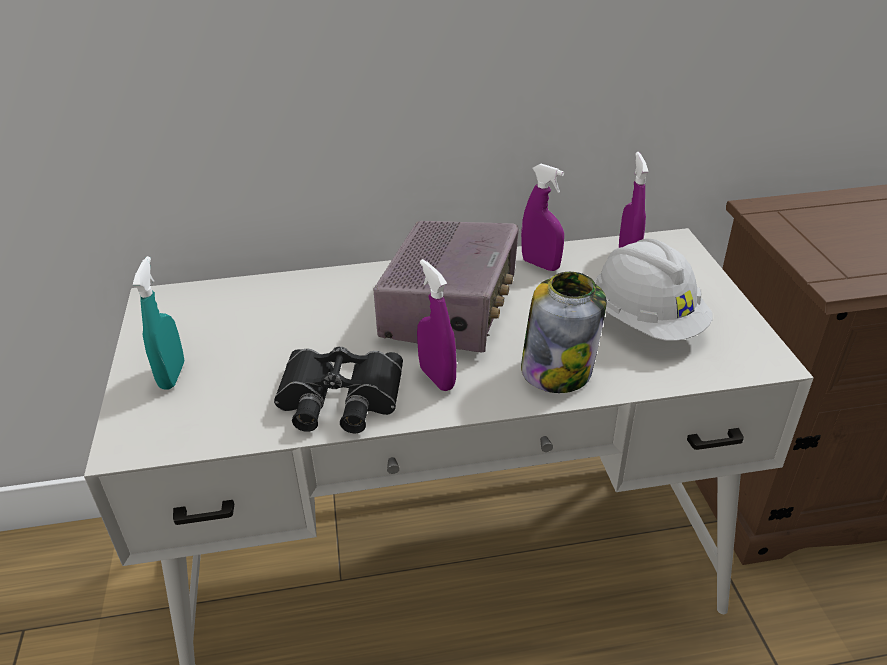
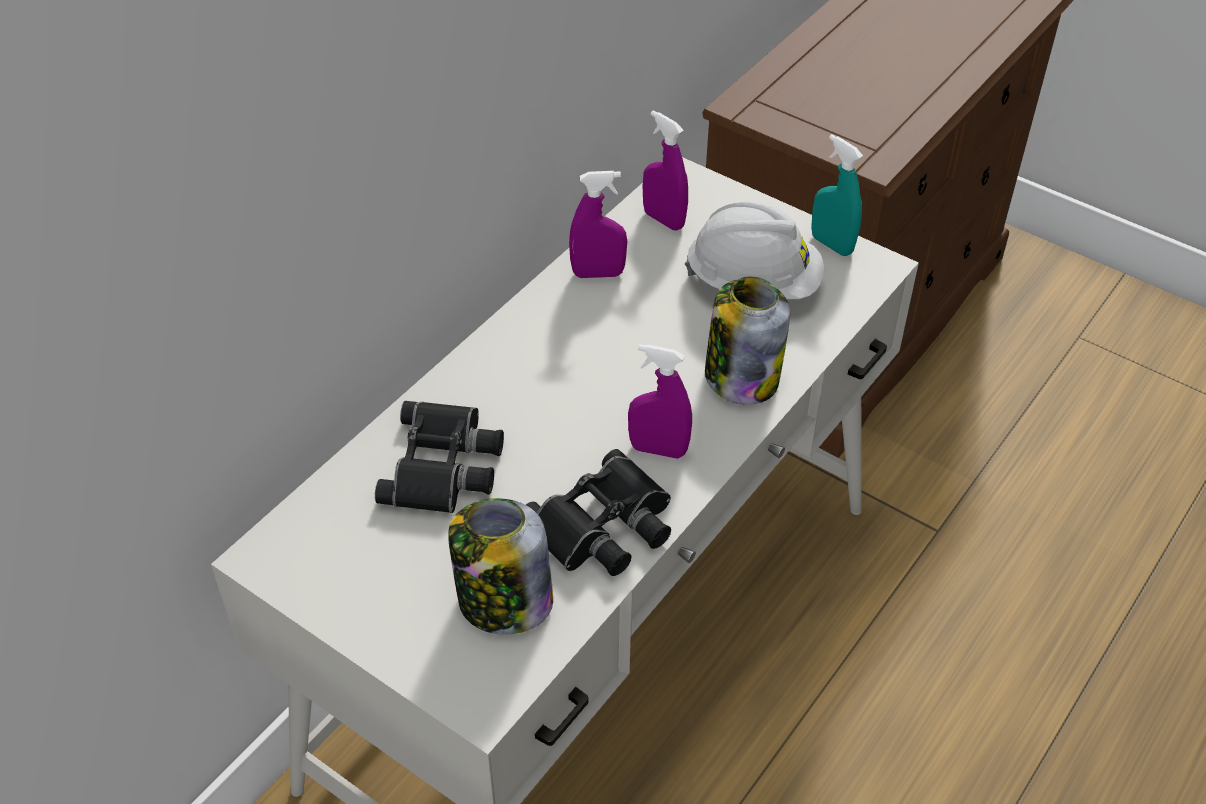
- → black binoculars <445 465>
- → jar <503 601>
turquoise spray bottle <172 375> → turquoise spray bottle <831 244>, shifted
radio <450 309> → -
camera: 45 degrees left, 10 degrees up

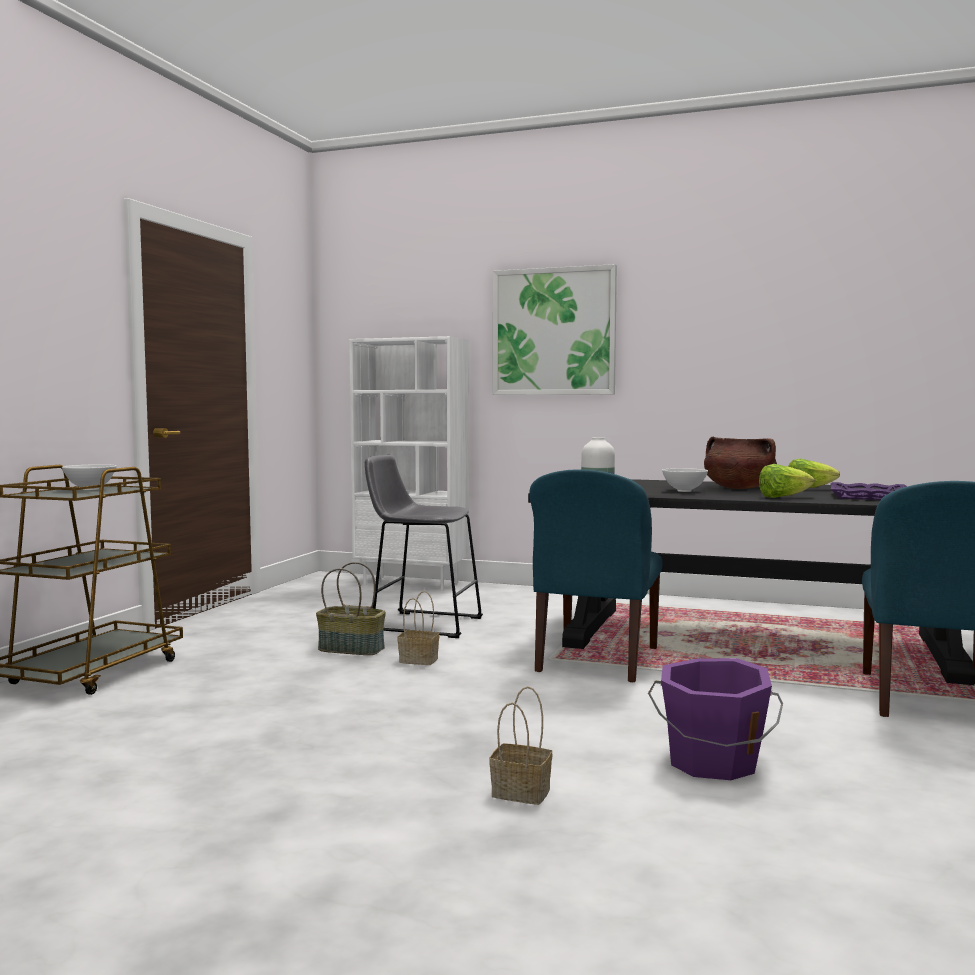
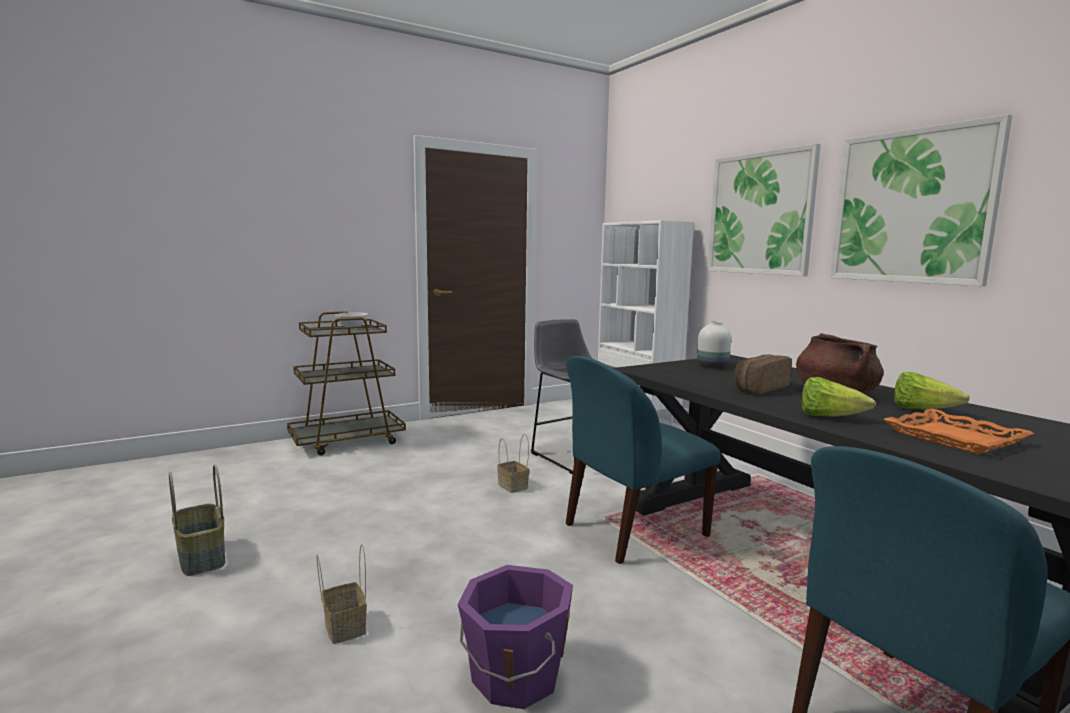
basket <352 649> → basket <203 557>, shifted
white bowl <684 491> → bread <758 388>
- → picture <911 207>
purple tray <868 497> → orange tray <953 438>
camera: 40 degrees right, 5 degrees up

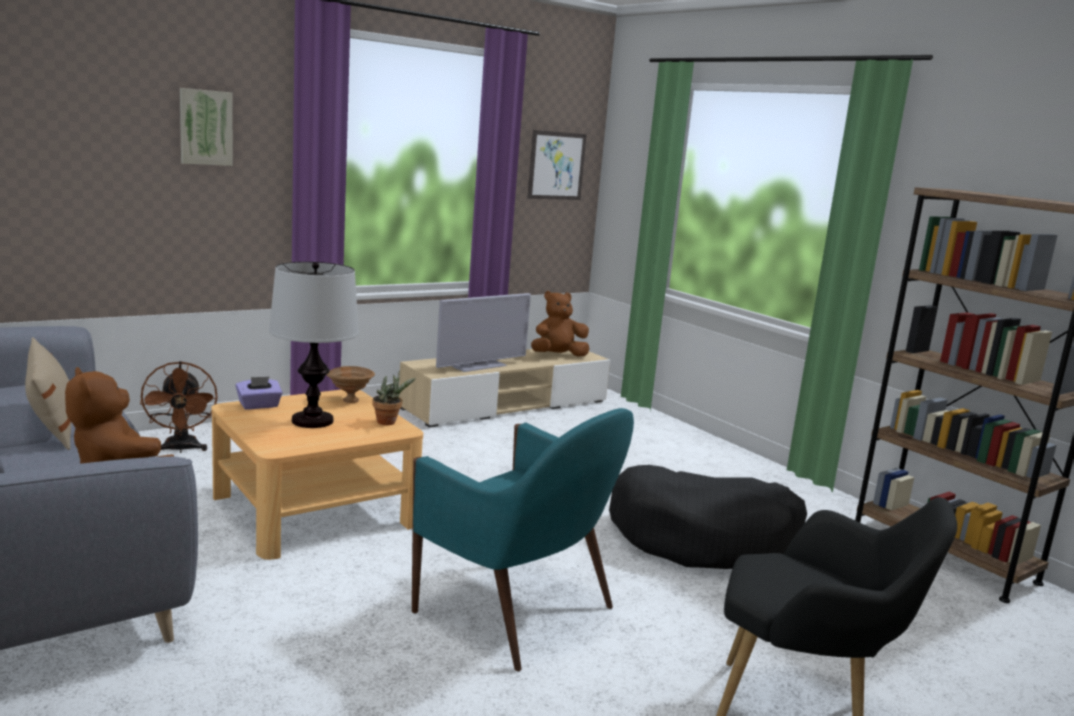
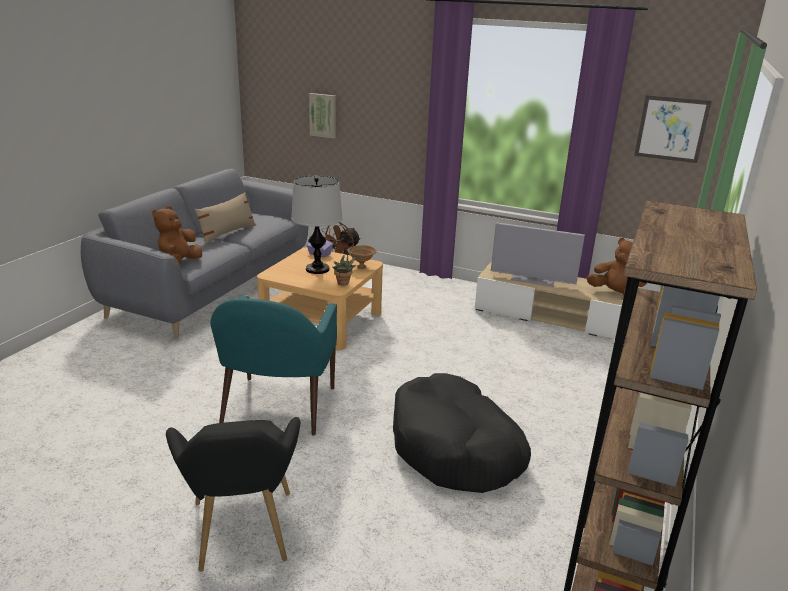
picture <205 127> → picture <323 115>, shifted
camera: 60 degrees right, 10 degrees up

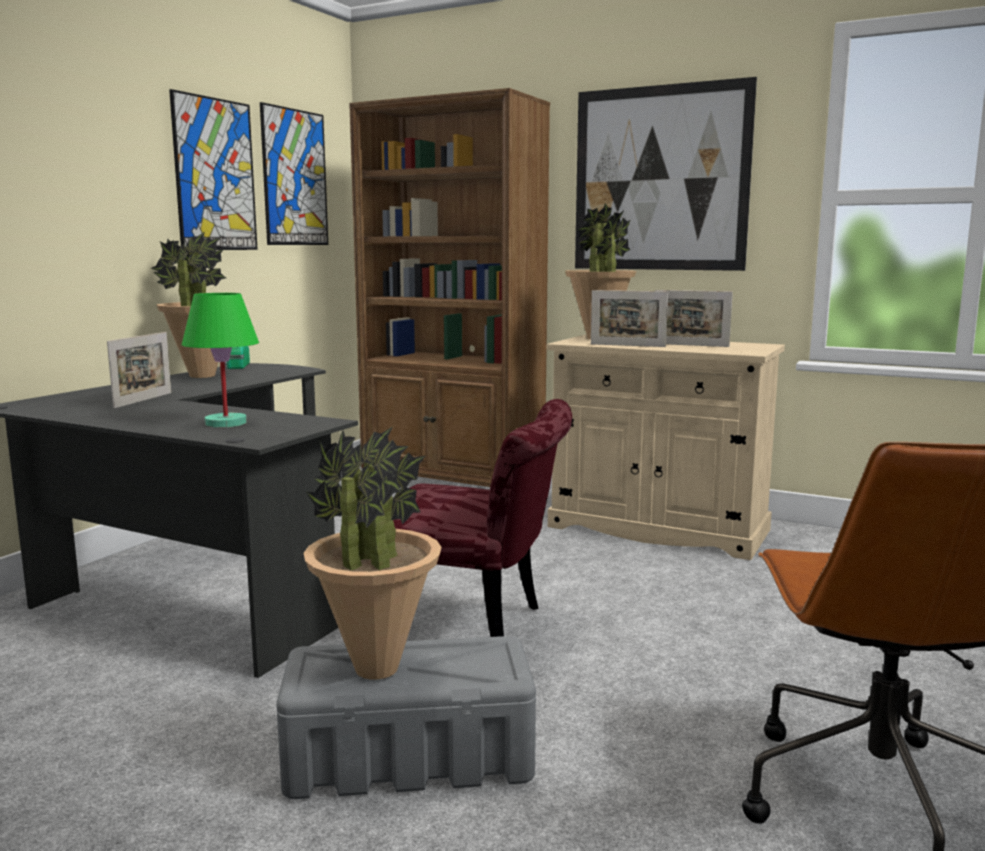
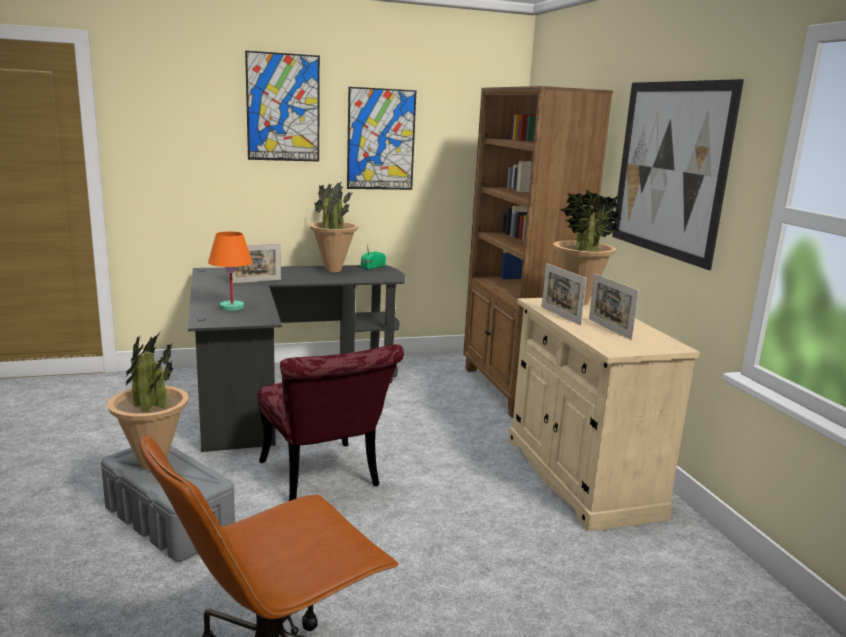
green table lamp <225 423> → orange table lamp <231 307>
picture <295 178> → picture <283 108>, shifted
camera: 45 degrees right, 5 degrees up

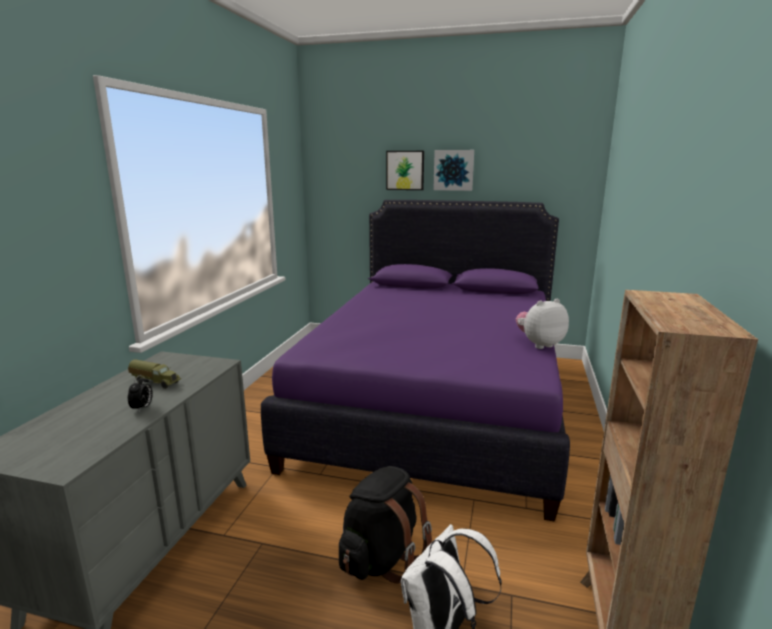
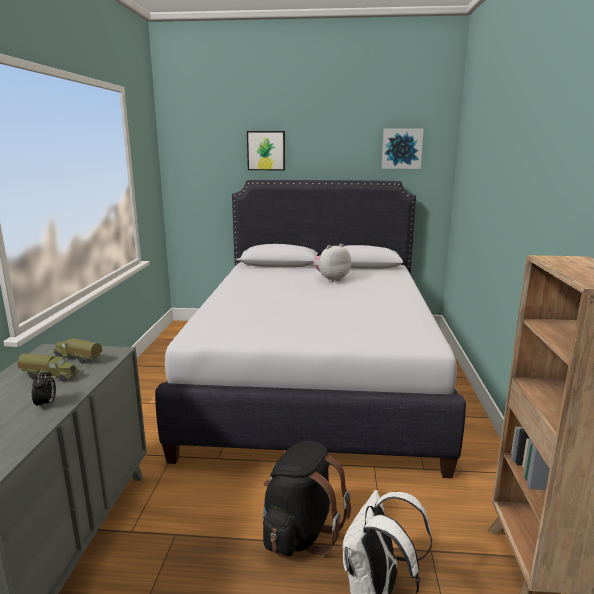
- → toy truck <78 358>
purple bed <435 403> → white bed <314 378>
plush toy <539 344> → plush toy <331 279>, shifted
picture <453 170> → picture <401 148>, shifted
camera: 10 degrees left, 0 degrees up

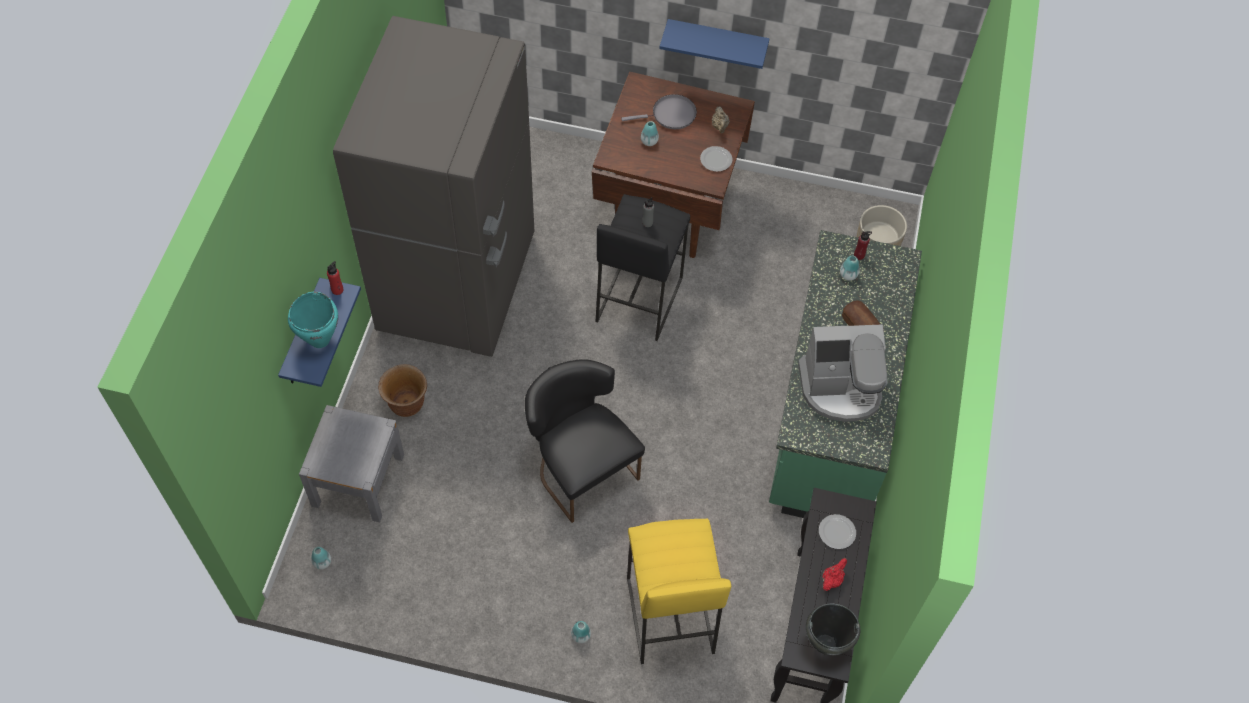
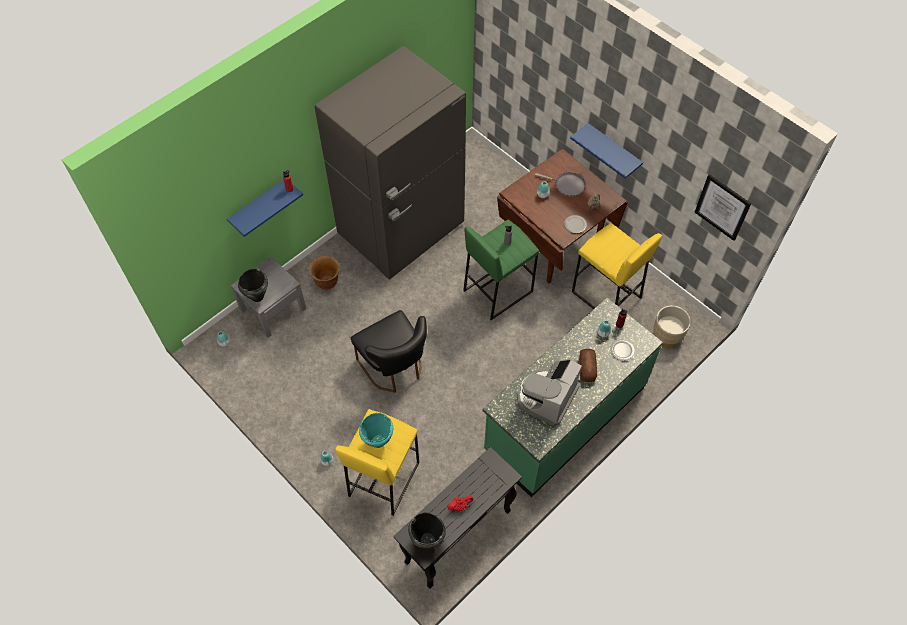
- → black cooking pot <257 297>
black chair <580 468> → black chair <394 368>, 150 degrees clockwise
turquoise cooking pot <319 340> → turquoise cooking pot <377 441>, shifted
black stool <638 299> → green stool <497 290>
coffee machine <840 388> → coffee machine <546 397>, 90 degrees clockwise
- → yellow stool <605 295>
plate <837 532> → plate <622 350>, shifted
- → picture <722 207>
camera: 35 degrees right, 0 degrees up

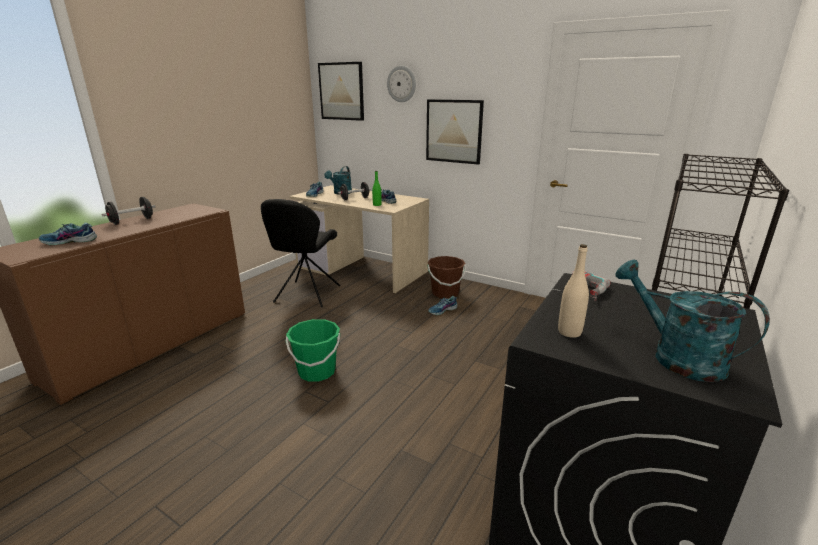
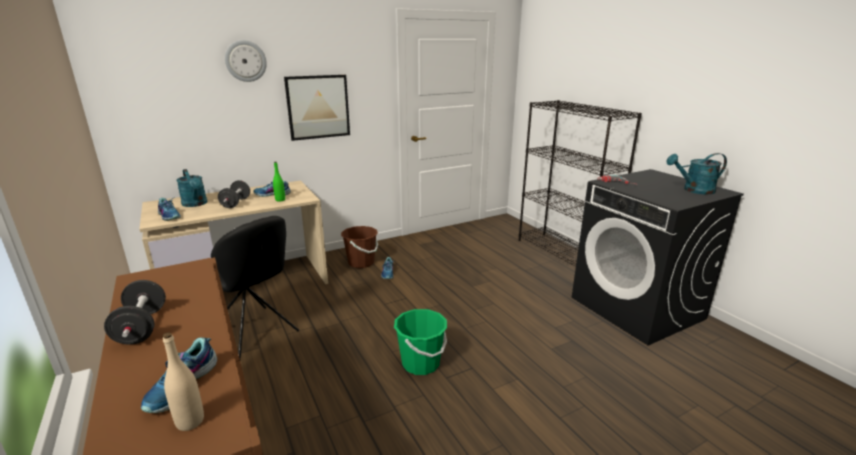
beige bottle <569 332> → beige bottle <190 421>, shifted
picture <341 91> → -
camera: 60 degrees left, 0 degrees up

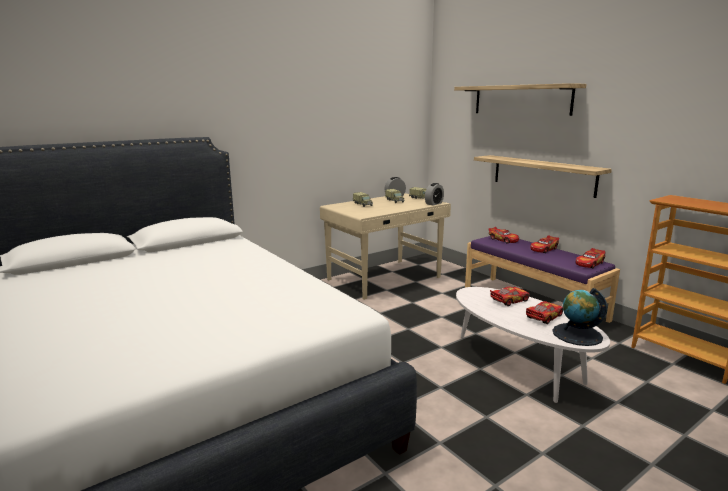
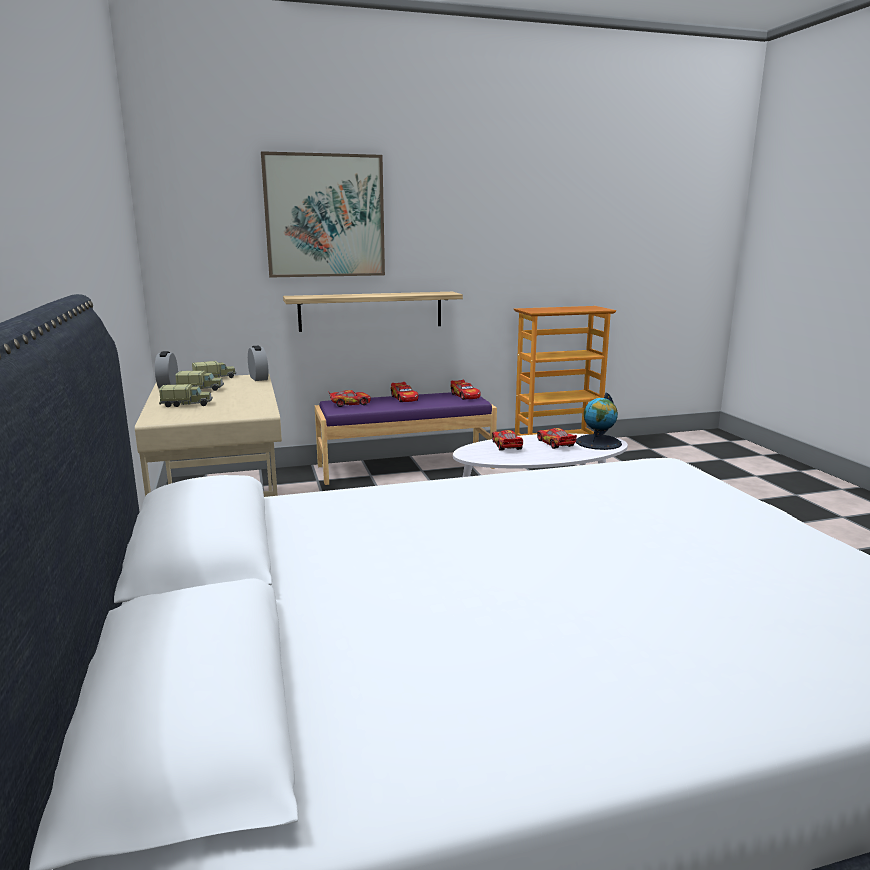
shelf <521 100> → picture <325 216>
camera: 70 degrees left, 0 degrees up

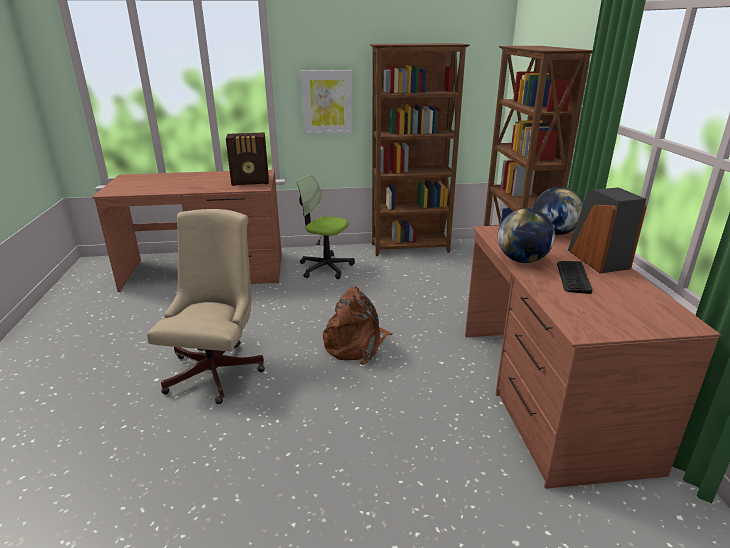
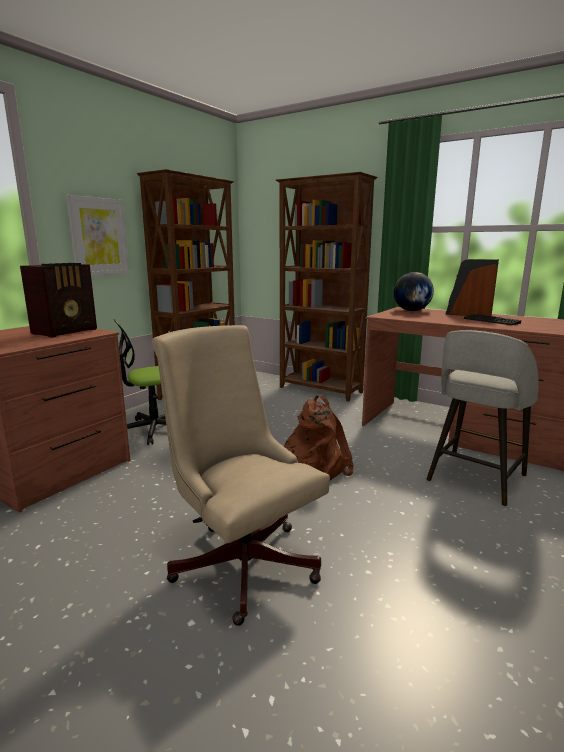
- → grey stool <475 479>
globe <522 260> → -
camera: 50 degrees left, 10 degrees down

